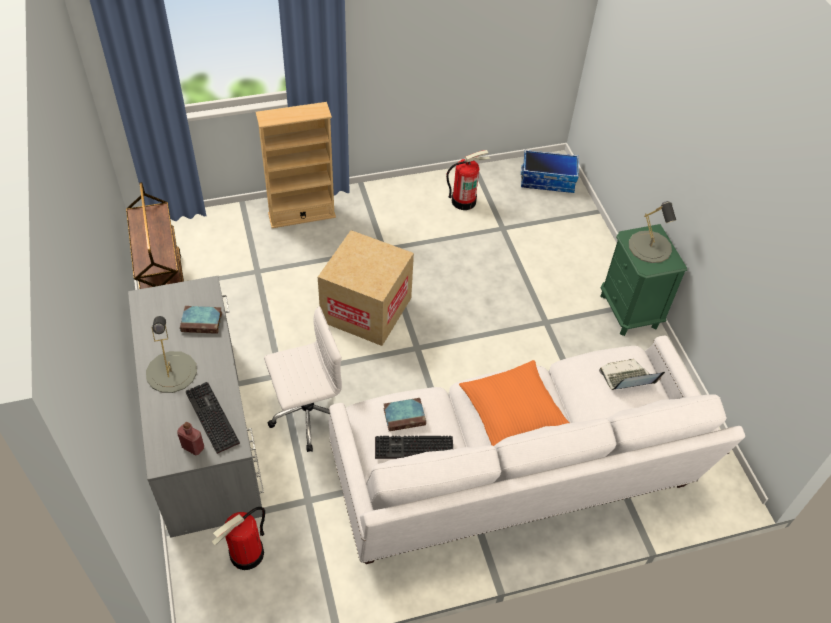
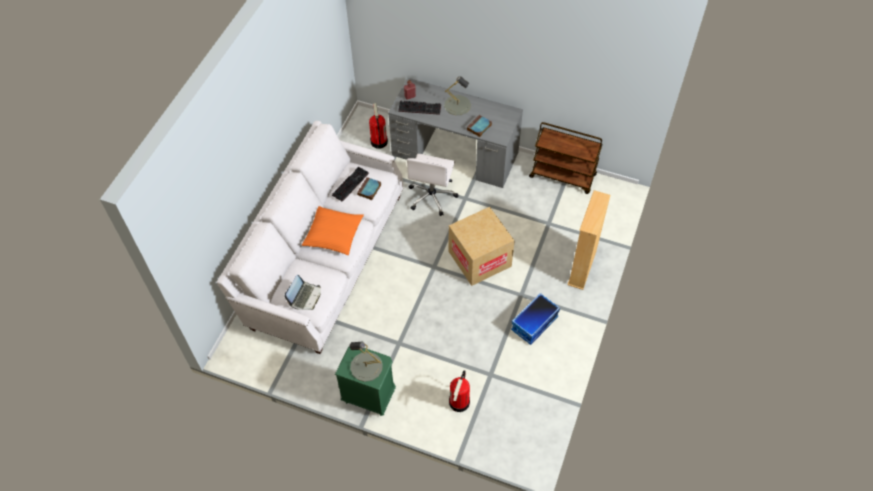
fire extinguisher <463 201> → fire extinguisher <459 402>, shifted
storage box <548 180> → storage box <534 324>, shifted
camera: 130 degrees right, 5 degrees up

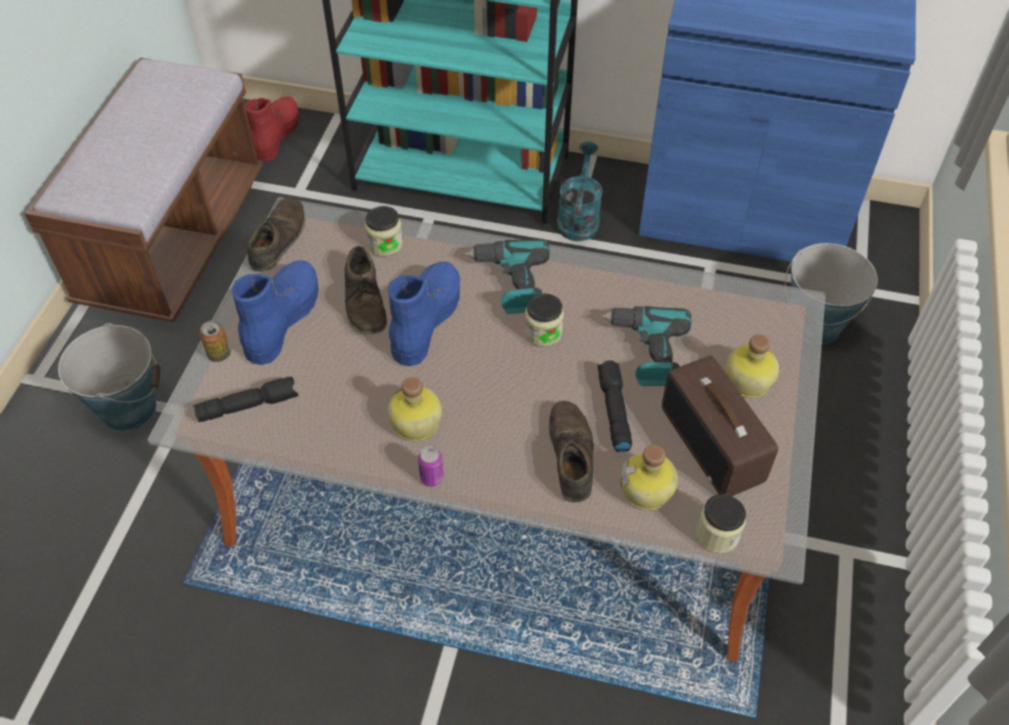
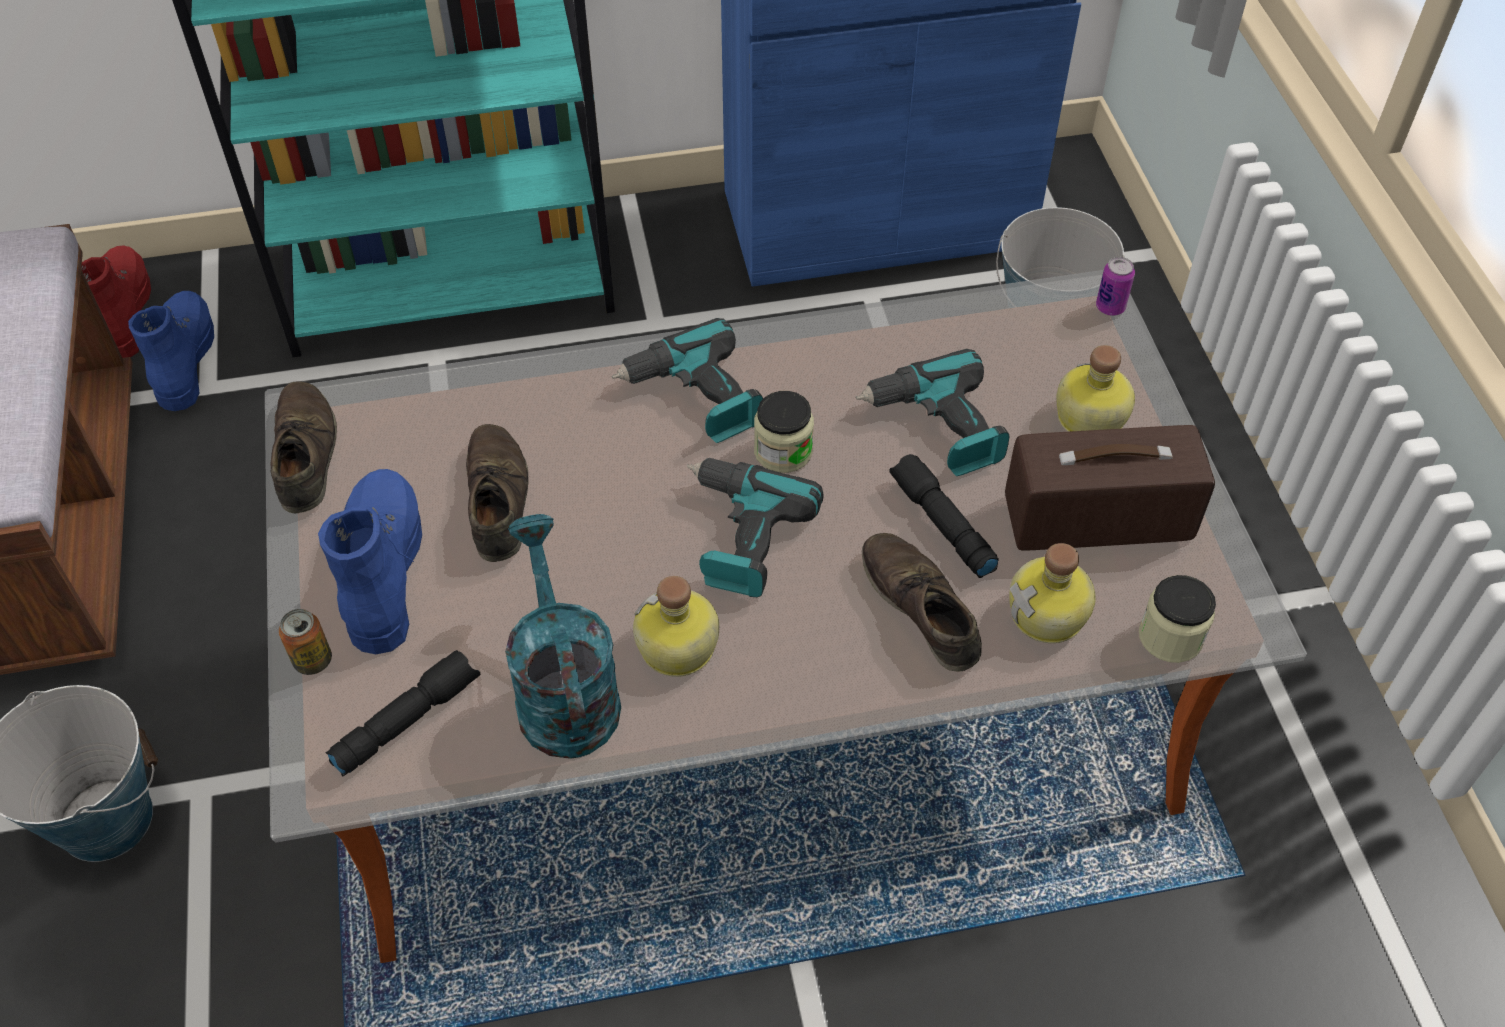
blue boot <425 320> → blue boot <184 360>, shifted
brown shoe <365 301> → brown shoe <497 499>, 150 degrees counterclockwise
turquoise watering can <578 218> → turquoise watering can <563 690>, shifted
- → power drill <740 536>
radio <713 444> → radio <1097 520>, 135 degrees clockwise
can <432 478> → can <1110 307>, shifted
jar <385 244> → -
camera: 25 degrees left, 0 degrees up

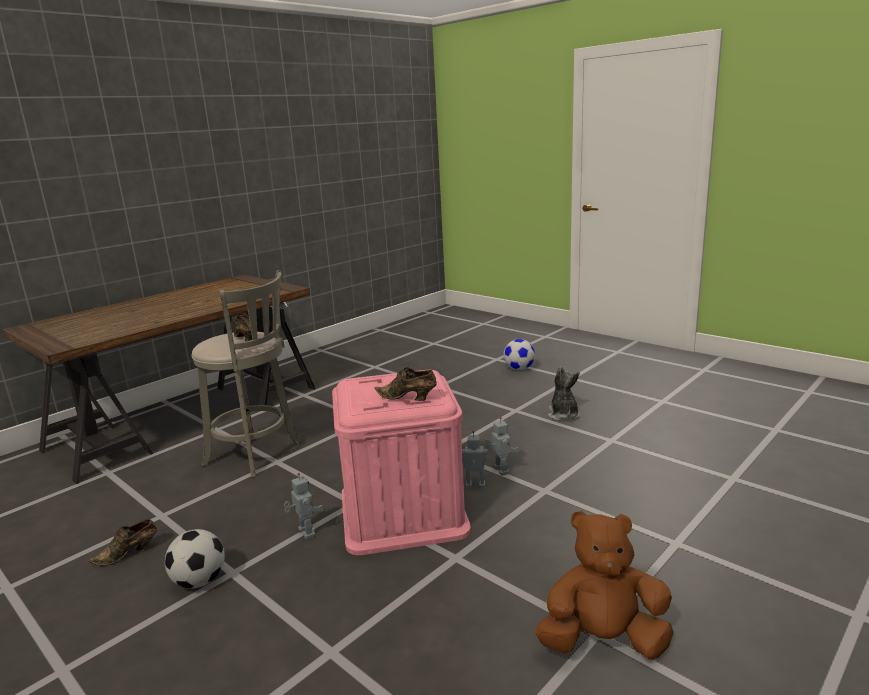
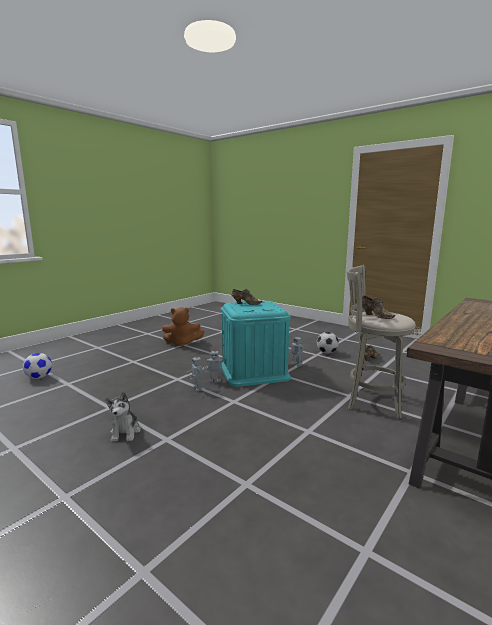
football <519 369> → football <39 377>, shifted
pink storage box <403 511> → turquoise storage box <253 371>
camera: 175 degrees right, 5 degrees down

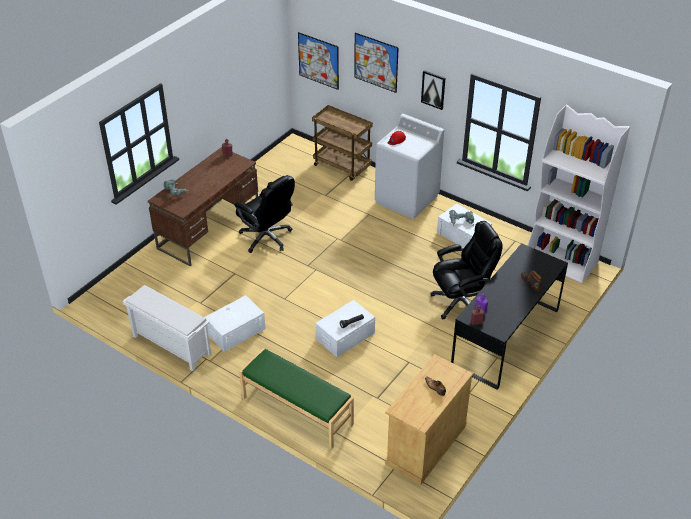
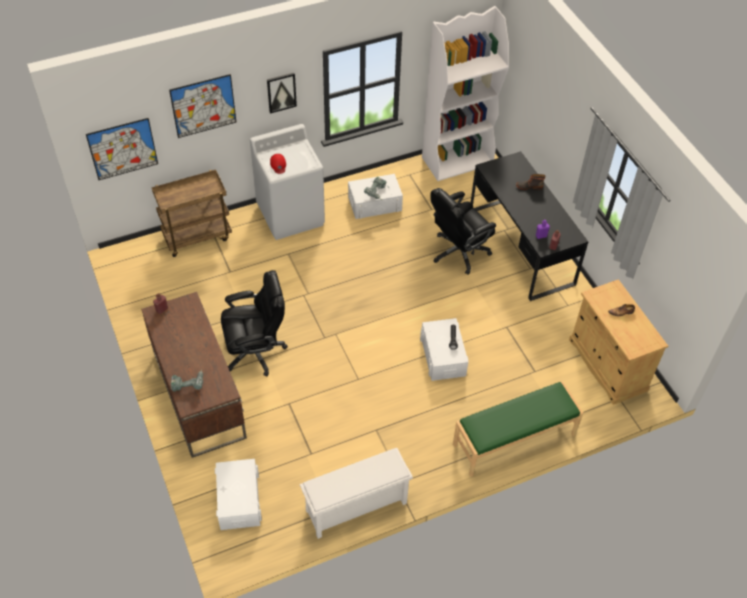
white storage box <236 331> → white storage box <239 500>, shifted
black office chair <461 302> → black office chair <458 252>, 135 degrees counterclockwise
camera: 60 degrees left, 10 degrees up

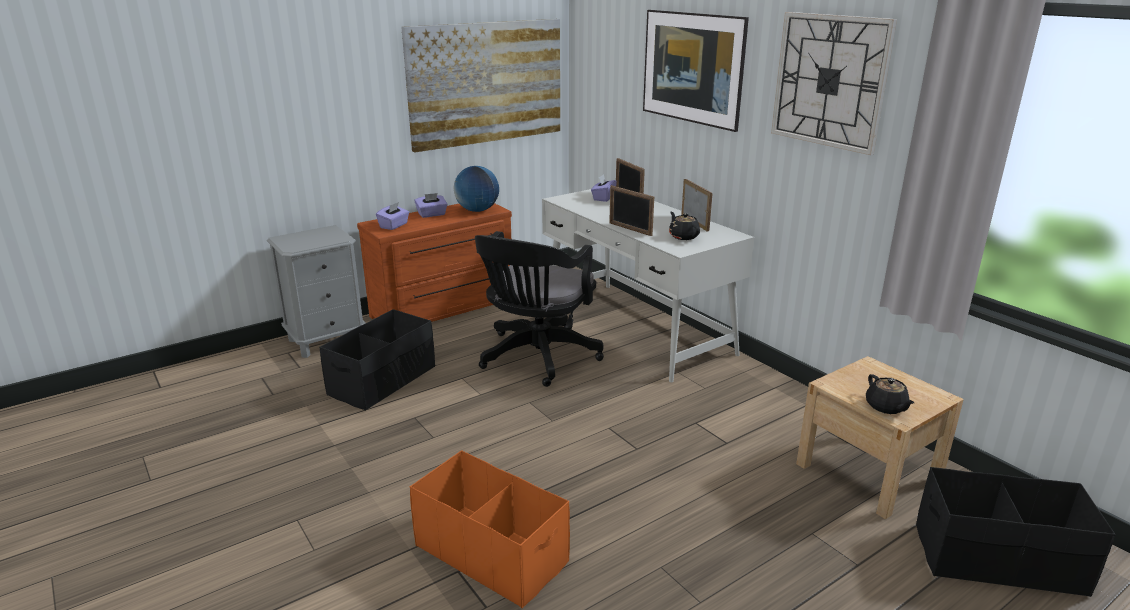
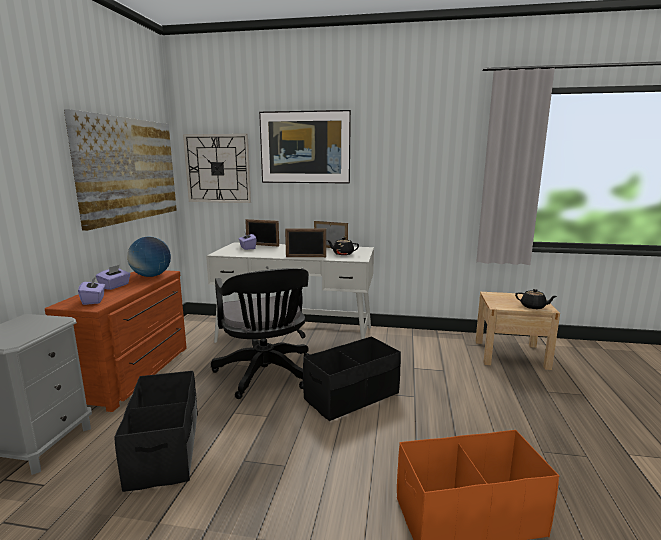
wall clock <830 81> → wall clock <218 168>, shifted
black storage box <998 560> → black storage box <352 396>, shifted
camera: 45 degrees left, 10 degrees down

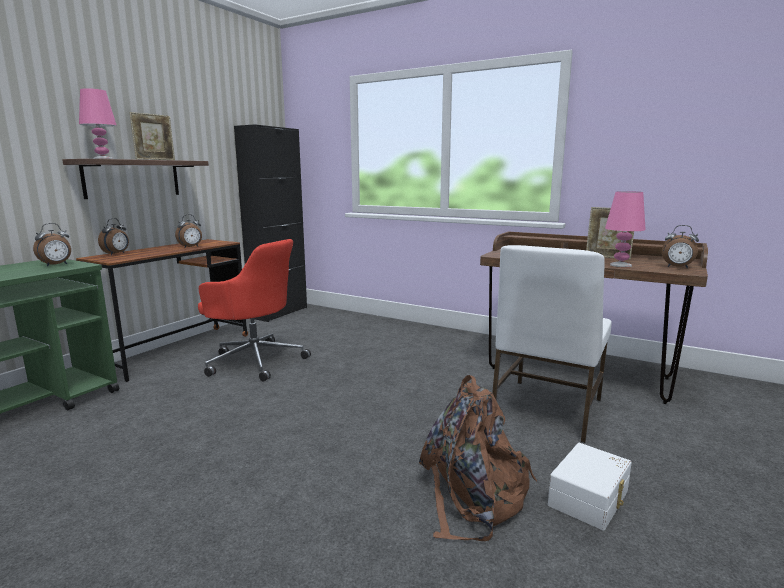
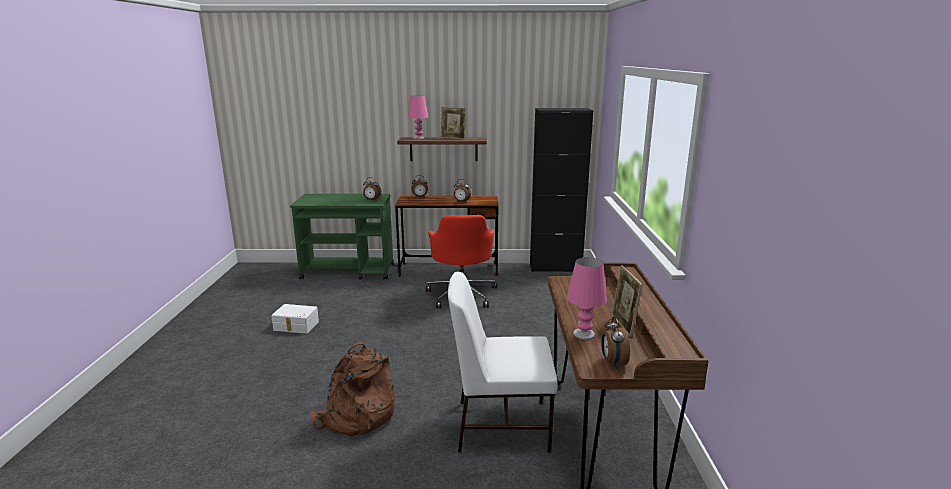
white storage box <590 498> → white storage box <296 326>, shifted
camera: 60 degrees right, 5 degrees up

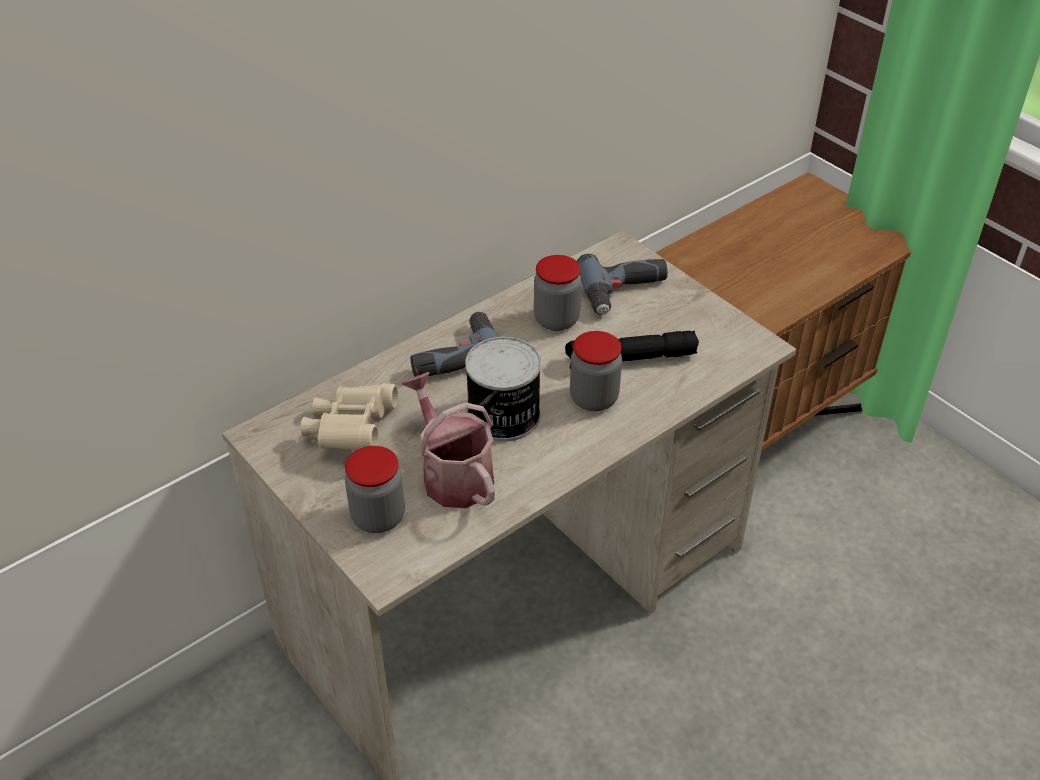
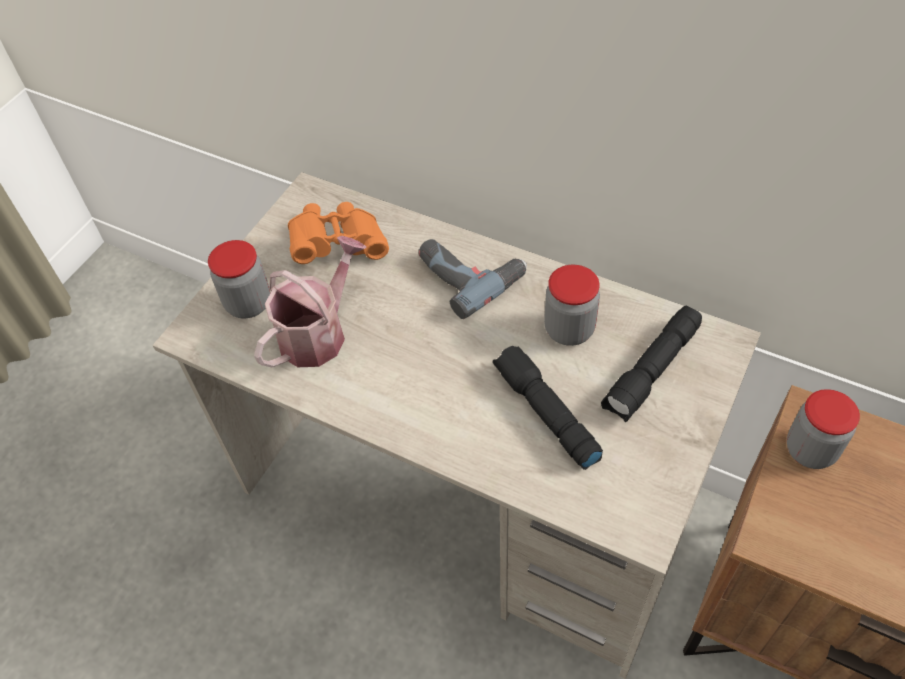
beige binoculars <351 431> → orange binoculars <338 245>
power drill <625 292> → black flashlight <652 372>
jar <594 398> → jar <810 450>, shifted
can <504 417> → -
camera: 70 degrees right, 10 degrees up

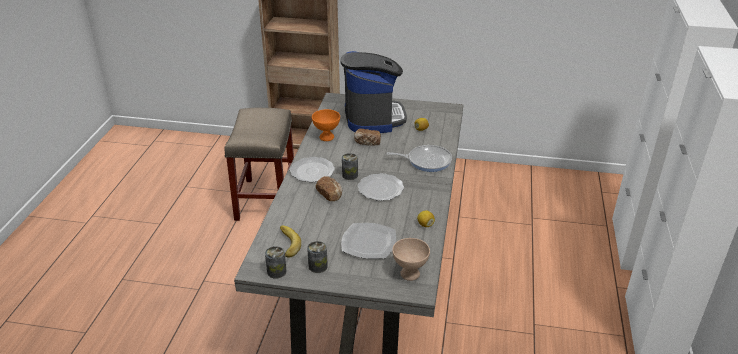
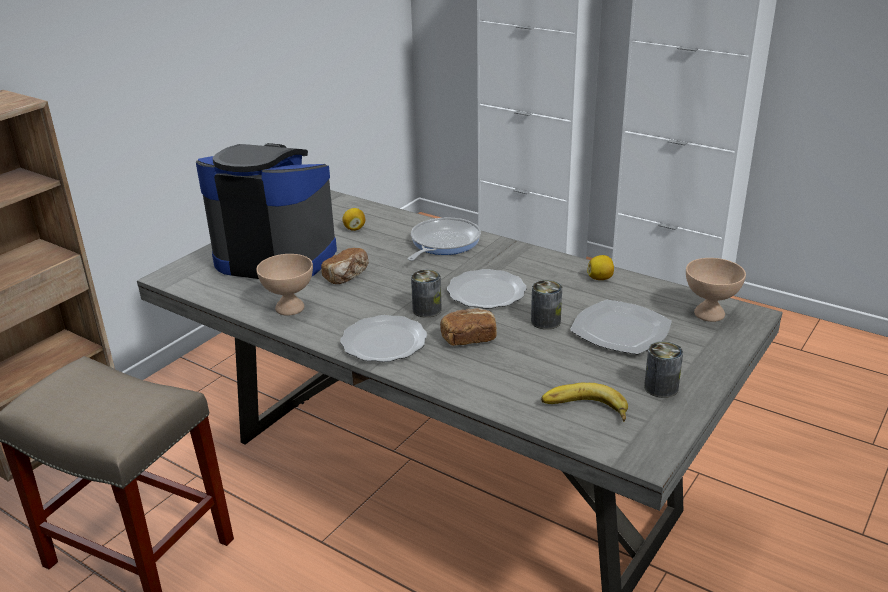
orange bowl <326 137> → beige bowl <289 308>
can <276 271> → can <545 321>, shifted
camera: 65 degrees left, 5 degrees down

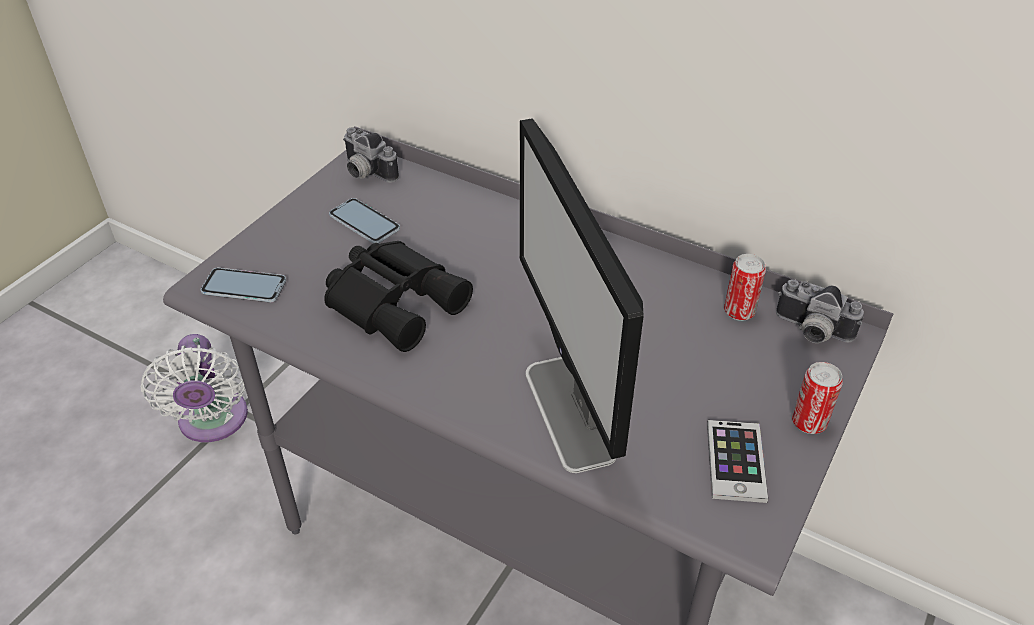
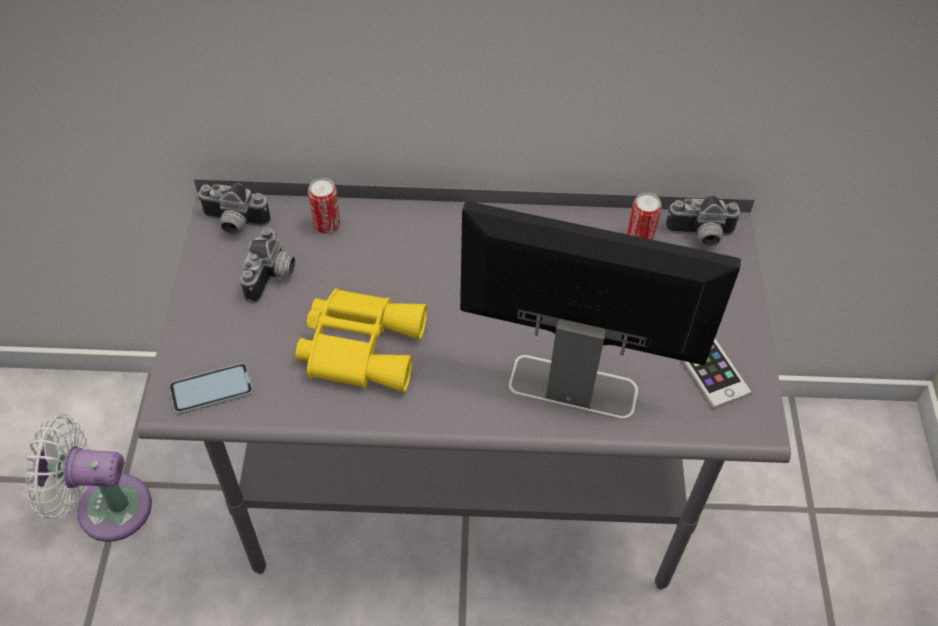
white fan <213 422> → white fan <106 507>, 135 degrees clockwise
phone <364 222> → photo camera <273 277>
black binoculars <396 300> → yellow binoculars <361 345>
can <808 422> → can <327 225>, shifted
monitor <569 413> → monitor <571 386>, 150 degrees clockwise
camera: 30 degrees left, 10 degrees up

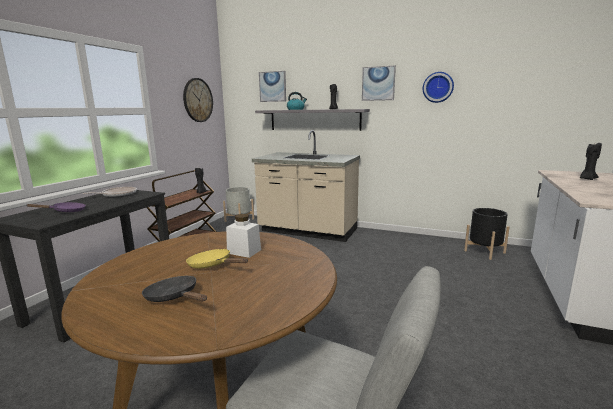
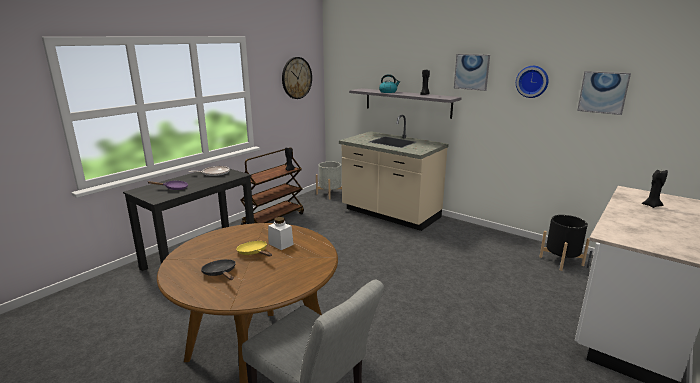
picture <272 86> → picture <603 92>, shifted
camera: 15 degrees right, 5 degrees up

